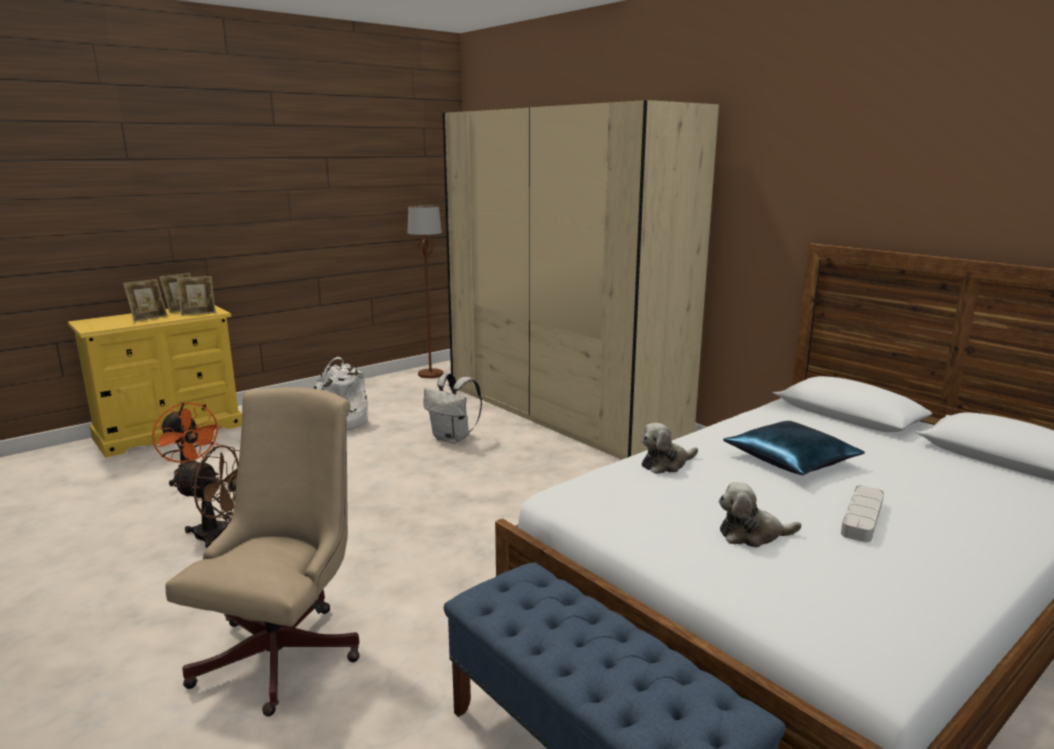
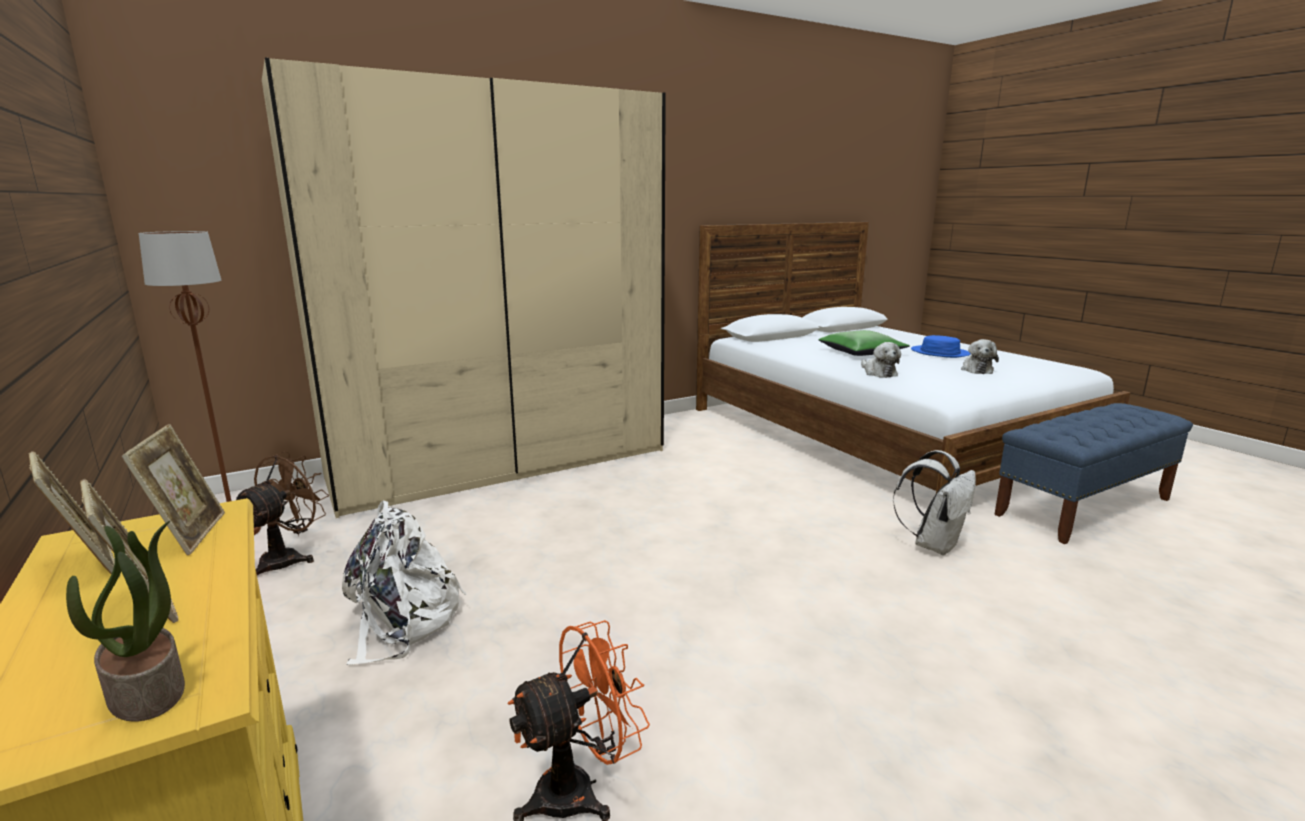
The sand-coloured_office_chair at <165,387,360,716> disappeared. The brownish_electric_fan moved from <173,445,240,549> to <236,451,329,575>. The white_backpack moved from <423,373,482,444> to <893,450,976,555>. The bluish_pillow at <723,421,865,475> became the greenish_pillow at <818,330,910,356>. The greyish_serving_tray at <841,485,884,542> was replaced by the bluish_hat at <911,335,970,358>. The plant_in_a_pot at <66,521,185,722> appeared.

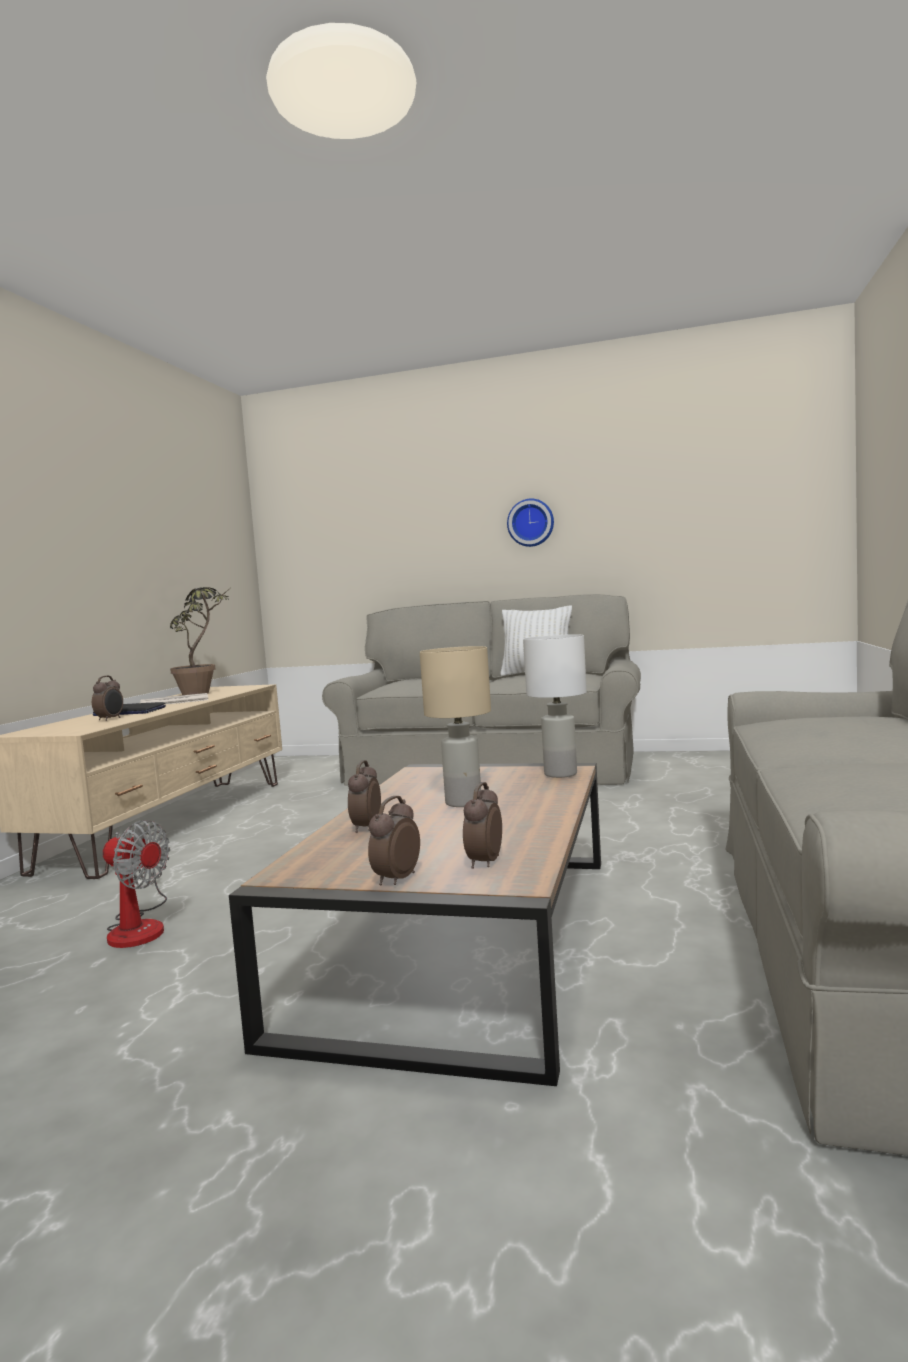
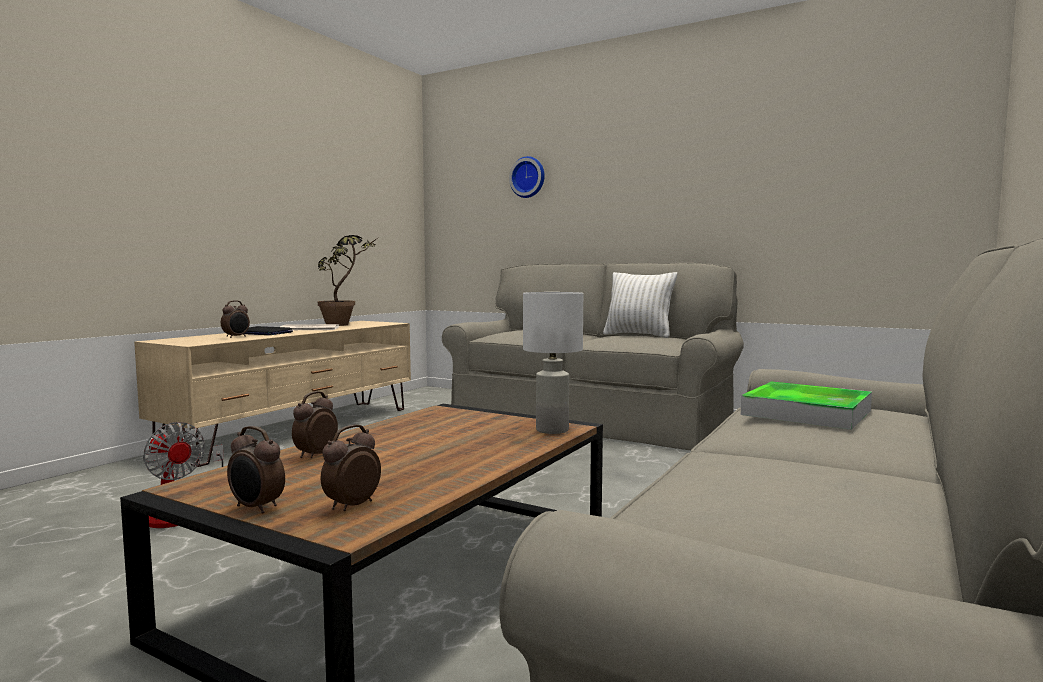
The table_clock at <368,796,420,885> turned 105 degrees counterclockwise. The sand-coloured_tabletop_lamp at <420,646,491,807> disappeared. The hanging_clock moved from <507,499,554,547> to <509,156,545,198>. The serving_tray at <741,382,872,430> appeared.

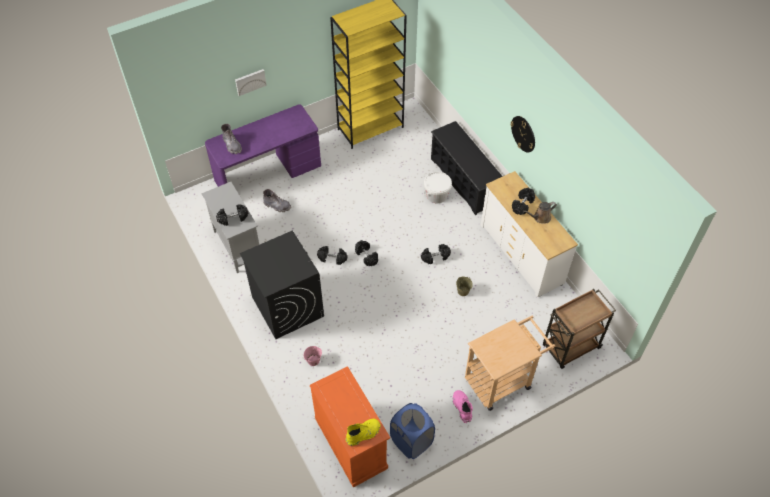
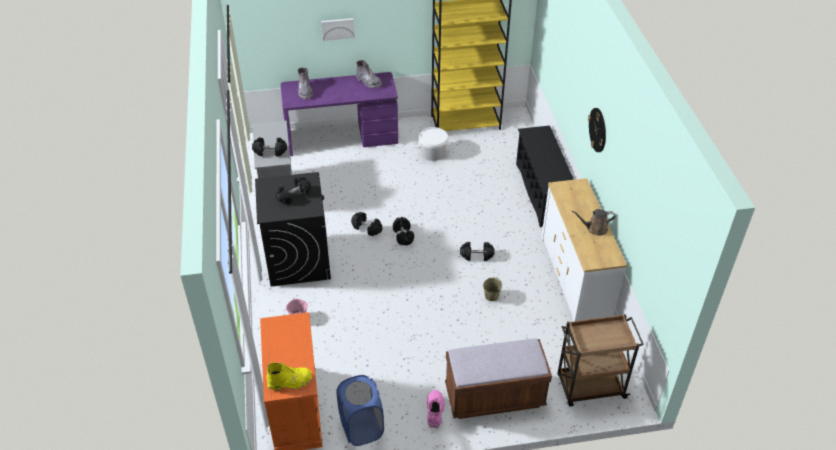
The greyish_high-top_boot moved from <263,189,291,212> to <356,60,382,88>. The white_water_bucket moved from <424,172,452,203> to <417,127,448,161>. The sand-coloured_cart at <465,316,556,411> was replaced by the brownish_indoor_bench at <445,338,552,419>. The blackish_hand_weight moved from <512,188,535,215> to <276,176,311,204>.

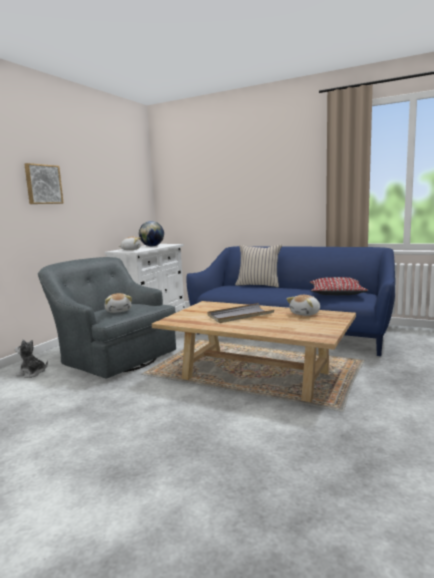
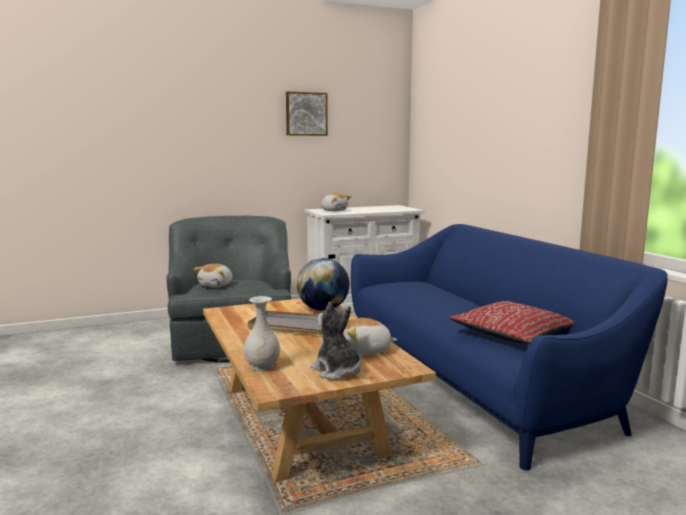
The plush_toy moved from <15,339,48,378> to <310,302,362,380>. The wall_art moved from <24,163,64,204> to <286,91,328,136>. The world_globe moved from <139,221,164,246> to <297,258,349,311>. The sand-coloured_pillow at <235,244,282,287> disappeared. The white_vase at <244,296,280,371> appeared.

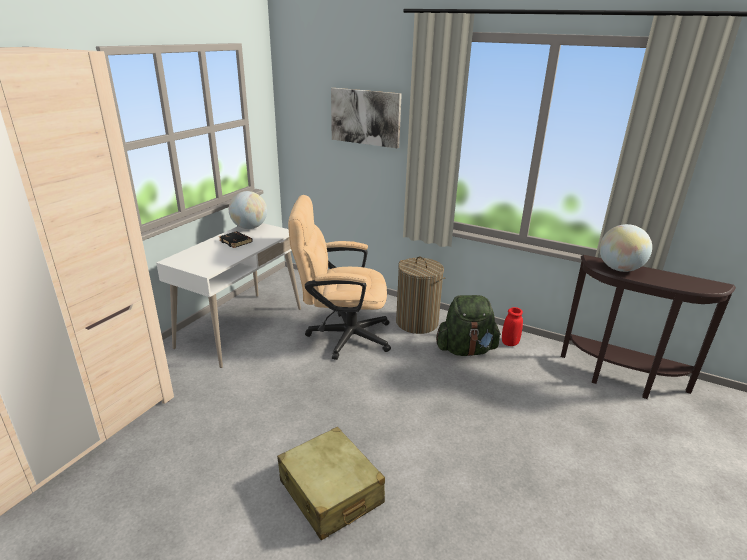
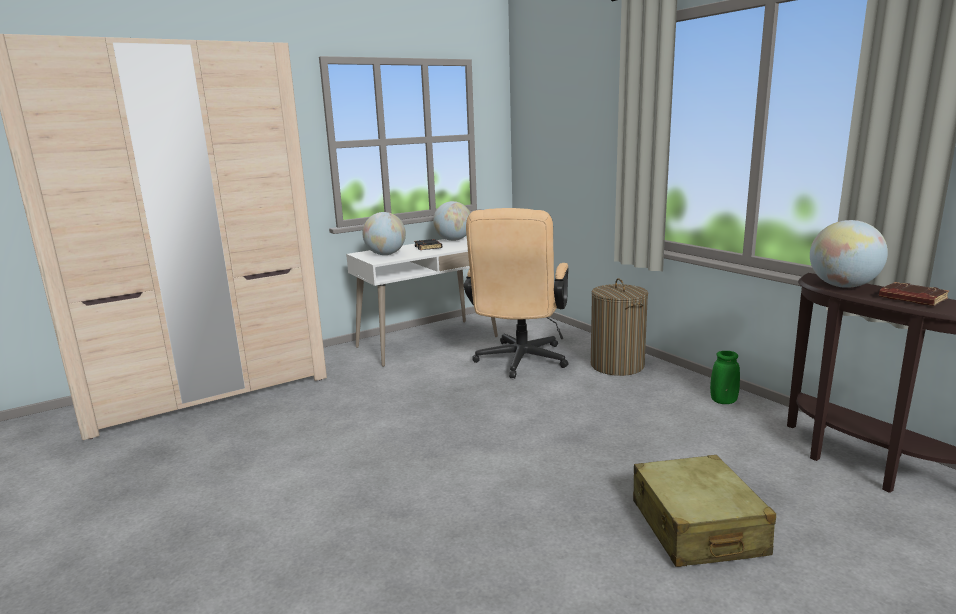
The sand-coloured_suitcase moved from <277,427,385,540> to <633,455,776,567>. The sand-coloured_office_chair at <288,195,391,360> turned 105 degrees counterclockwise. The wall_art at <331,88,402,148> disappeared. The greenish_backpack at <436,295,501,356> disappeared. The reddish_vase at <502,307,523,346> became the greenish_vase at <710,351,740,404>. The world_globe at <362,212,406,255> appeared. The brownish_volume at <879,282,949,306> appeared.

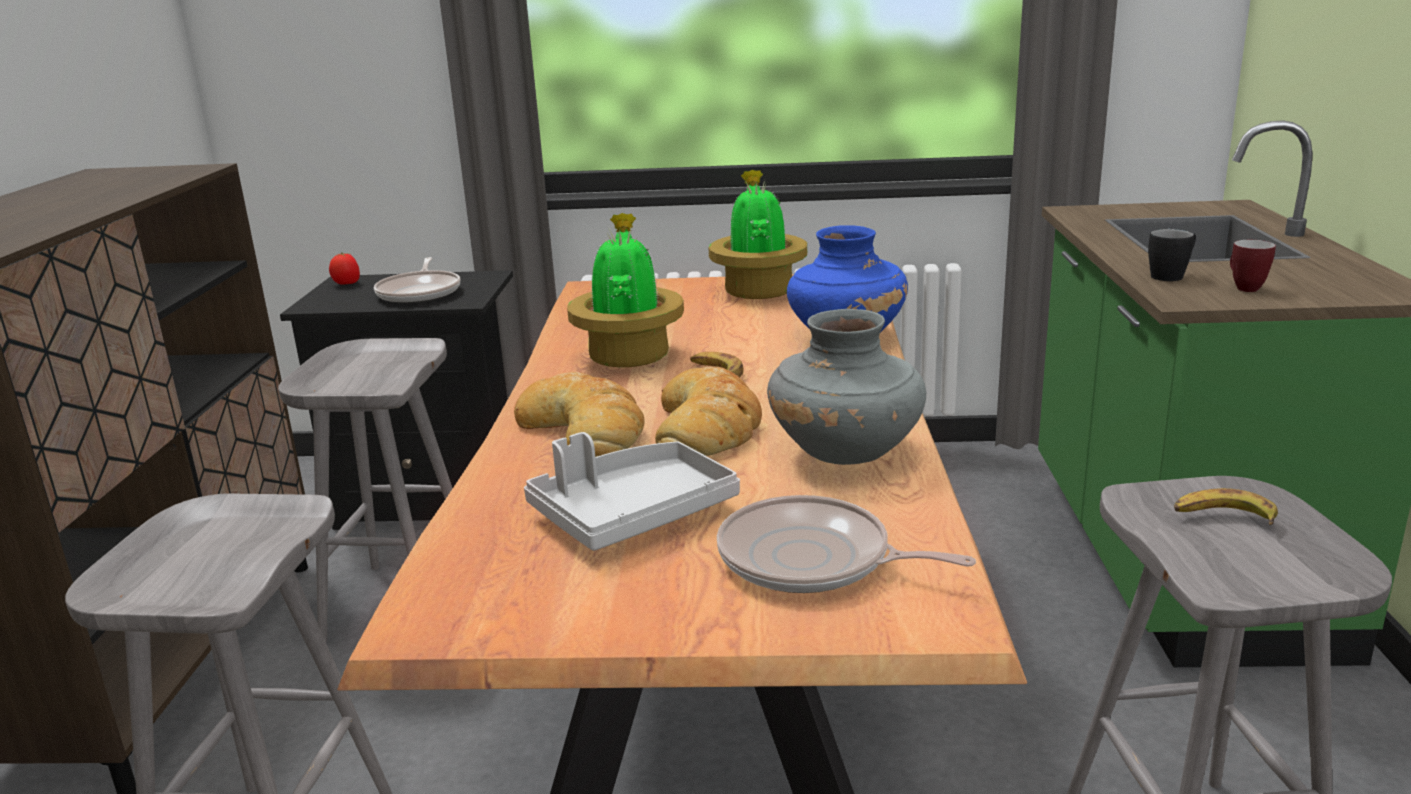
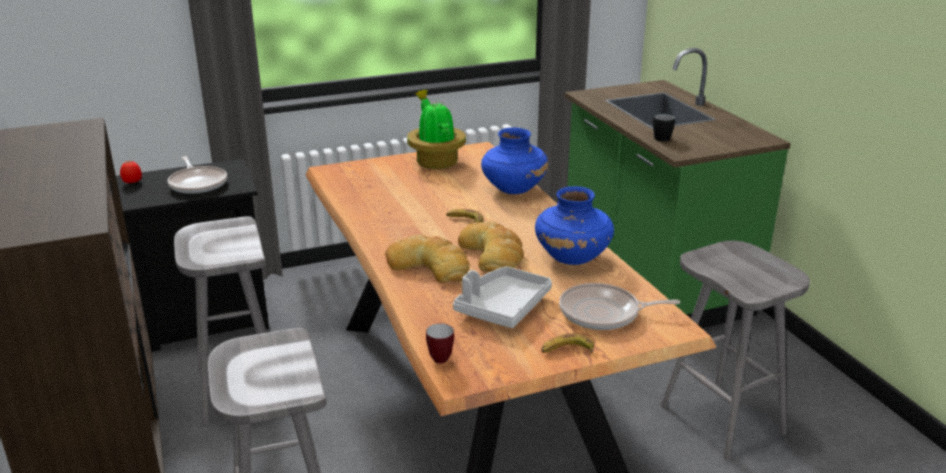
The plant_in_a_pot at <567,213,684,367> disappeared. The greyish_vase at <767,309,926,465> became the bluish_vase at <535,186,614,265>. The whole_banana moved from <1174,488,1278,525> to <541,333,594,353>. The tea_mug moved from <1230,240,1276,292> to <426,323,454,364>.

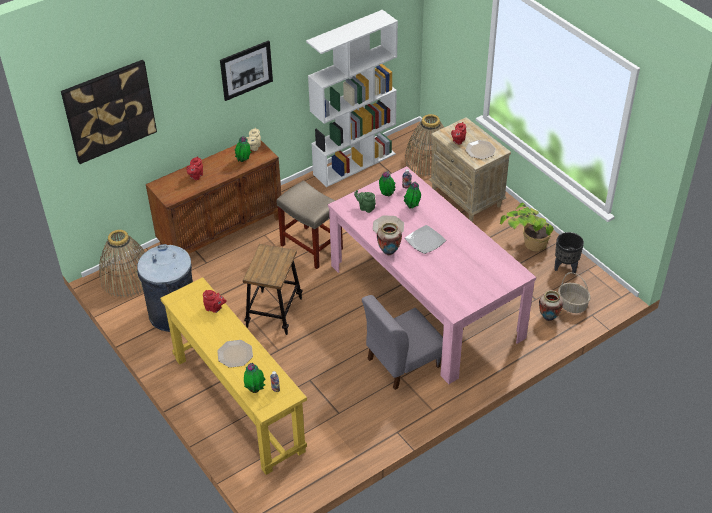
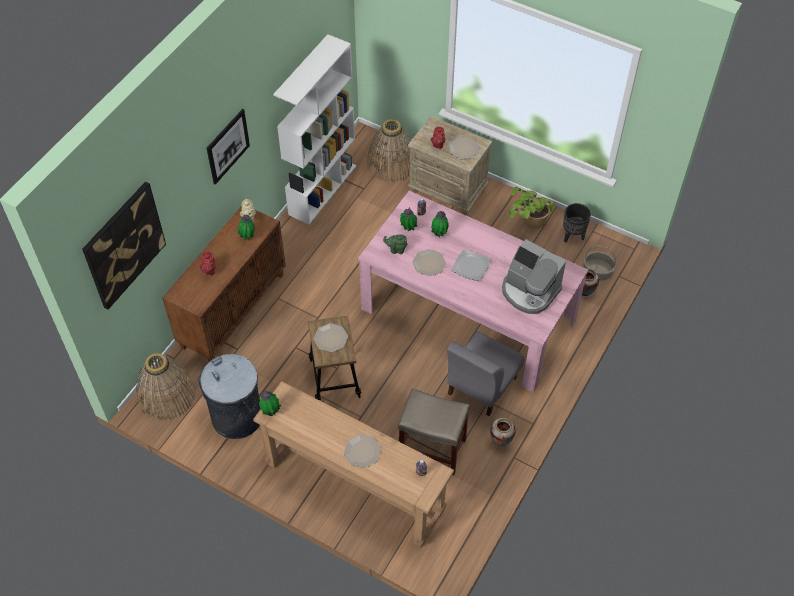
The yellow-coloured_hall_table at <160,277,307,475> became the brownish_hall_table at <253,381,454,548>. The reddish_teapot at <203,290,227,313> disappeared. The plant_in_a_pot moved from <244,363,265,393> to <259,391,281,416>. The sand-coloured_sitting_stool moved from <276,180,343,269> to <398,388,470,475>. The vase moved from <377,222,402,256> to <490,418,516,446>. The plate at <314,323,348,352> appeared. The coffee_machine at <502,239,566,314> appeared.

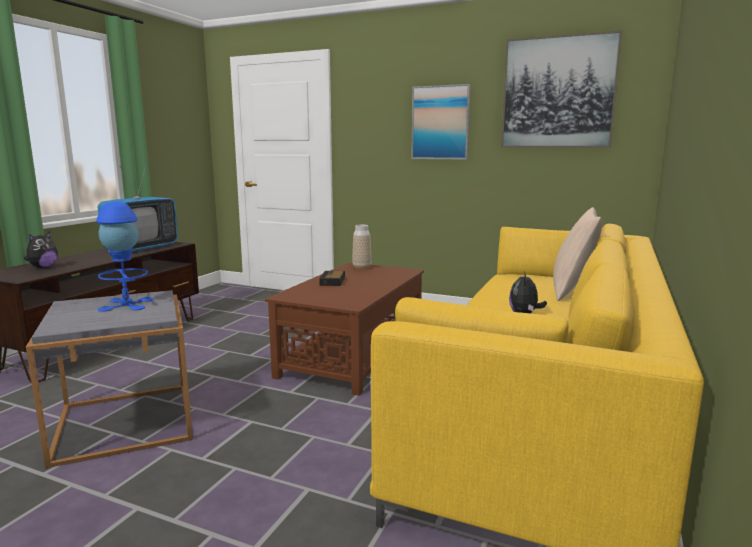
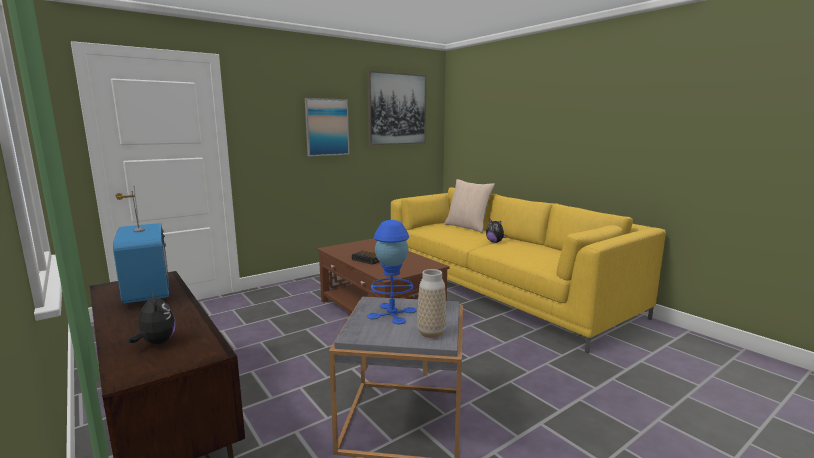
The vase moved from <352,225,372,270> to <417,269,446,338>.

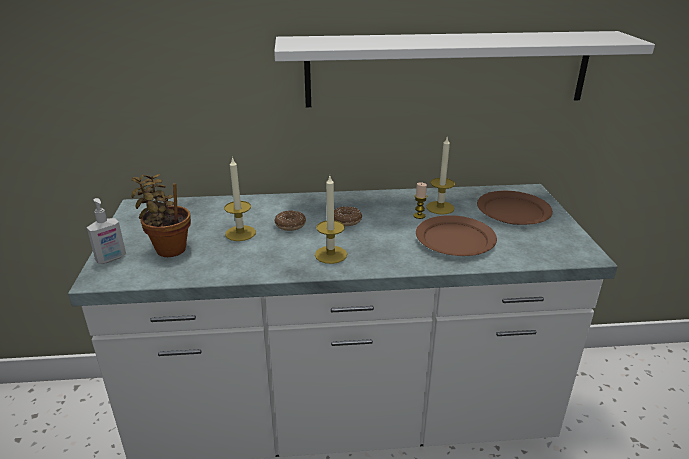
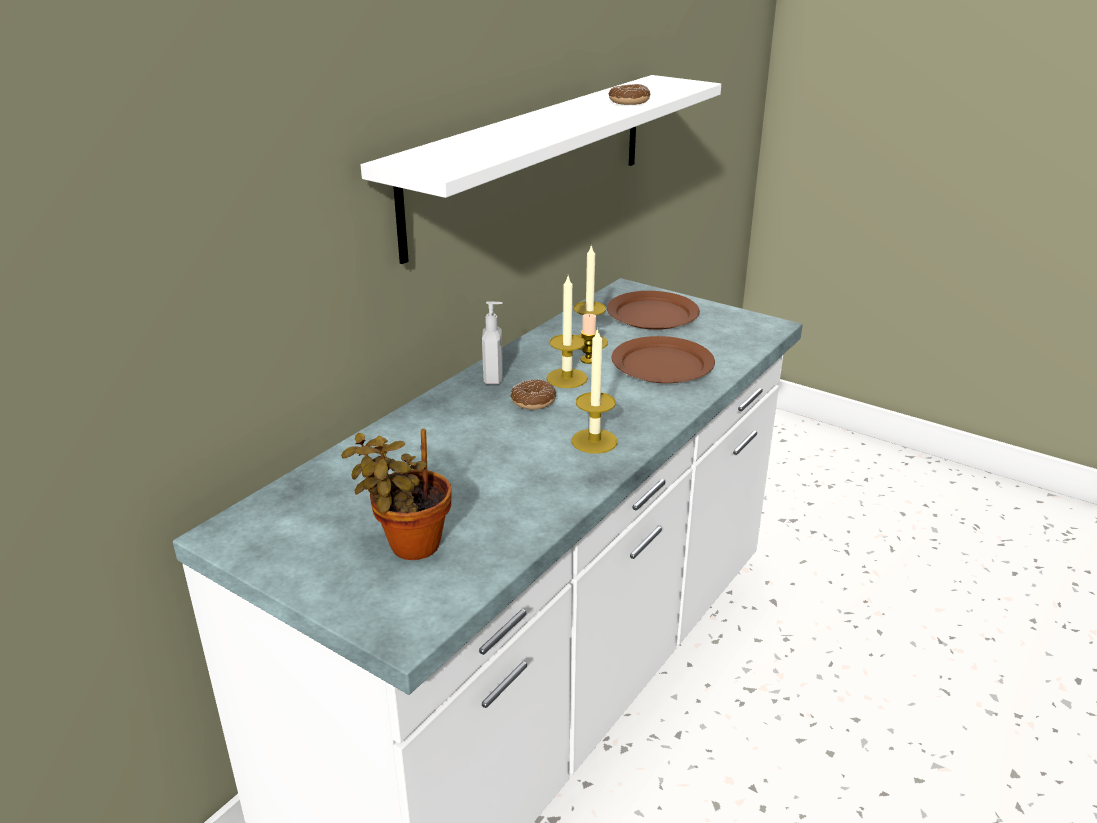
The soap_dispenser moved from <87,198,126,264> to <482,301,503,384>. The wax_candle moved from <224,157,256,241> to <546,276,588,388>. The doughnut moved from <275,210,306,231> to <609,84,650,105>.

